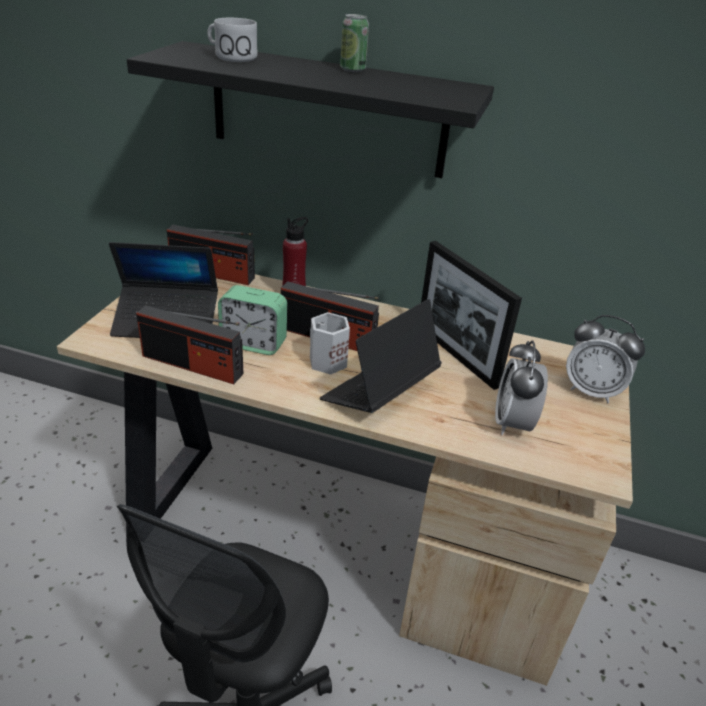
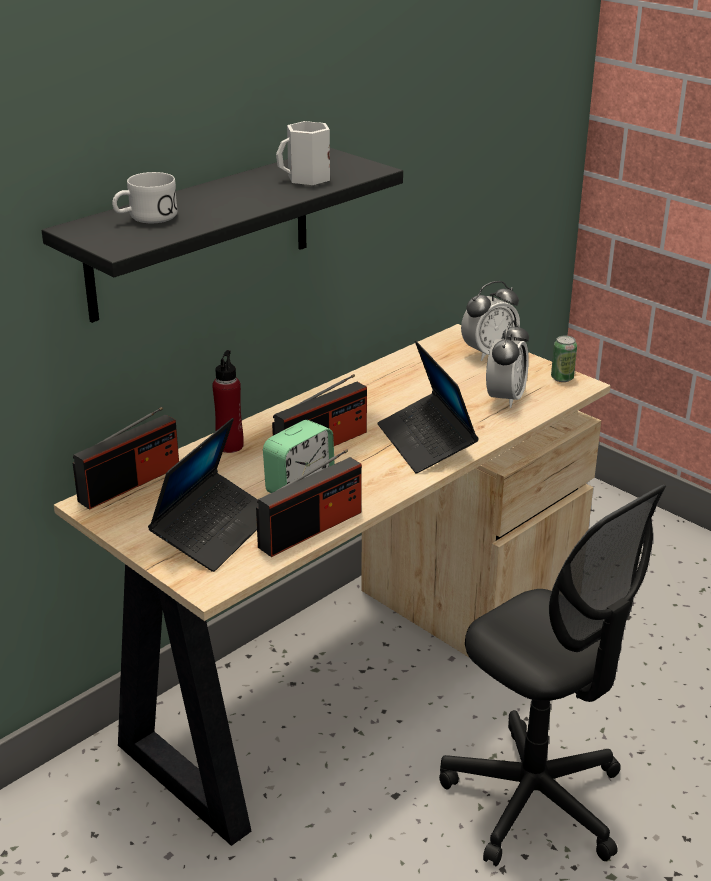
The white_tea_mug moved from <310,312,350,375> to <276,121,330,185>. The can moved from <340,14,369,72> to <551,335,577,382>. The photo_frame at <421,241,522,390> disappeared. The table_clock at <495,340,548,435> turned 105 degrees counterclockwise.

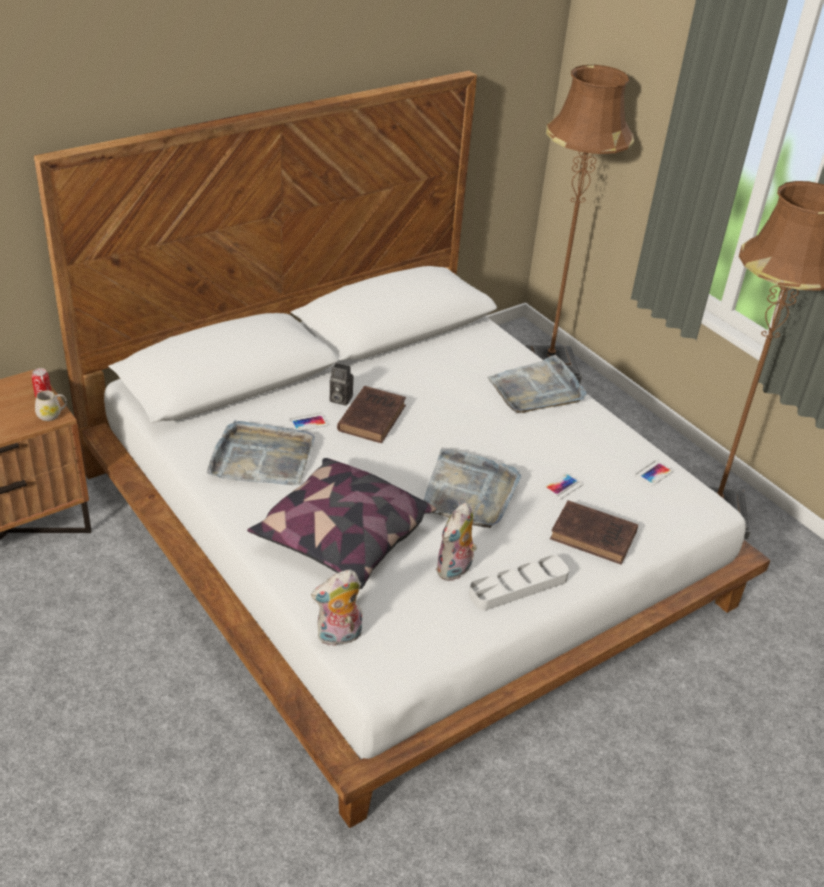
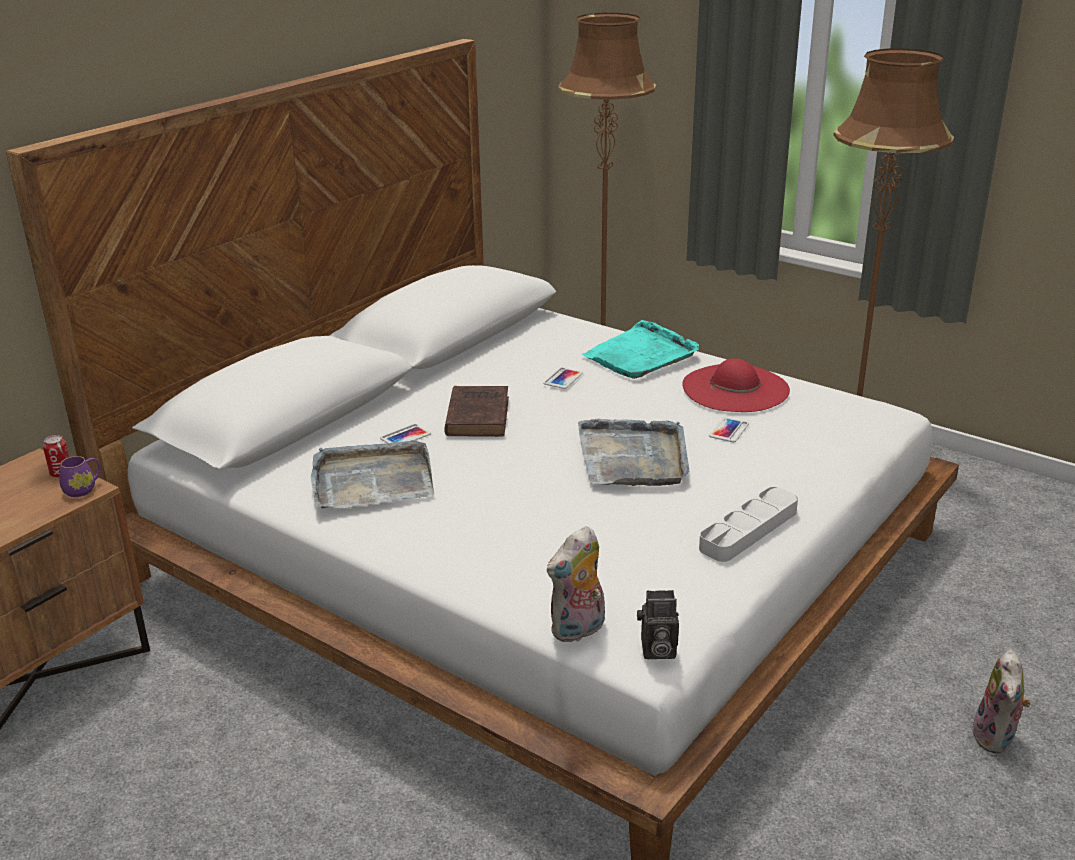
The white_tea_mug at <35,390,67,421> became the purple-coloured_tea_mug at <59,456,101,497>. The pillow at <247,458,437,589> disappeared. The still_camera moved from <330,363,354,406> to <637,590,679,659>. The plush_toy moved from <435,503,477,581> to <971,649,1031,754>. The greyish_serving_tray at <487,355,587,413> became the turquoise-coloured_serving_tray at <581,320,699,379>. The brownish_volume at <550,500,638,565> disappeared. The handset moved from <634,460,673,486> to <543,367,583,389>. The reddish_hat at <682,358,790,412> appeared.

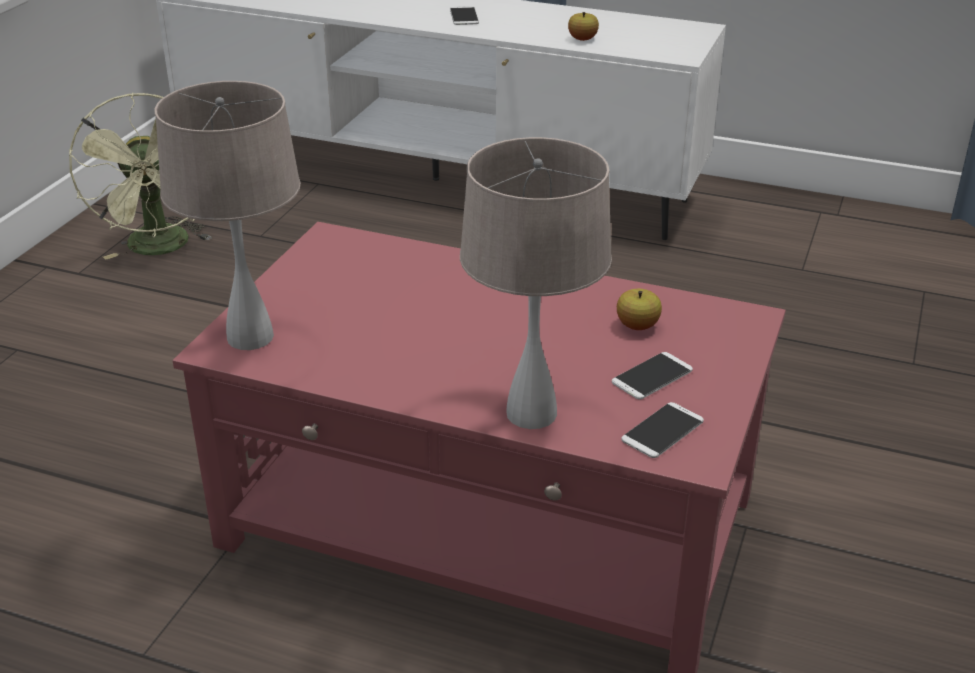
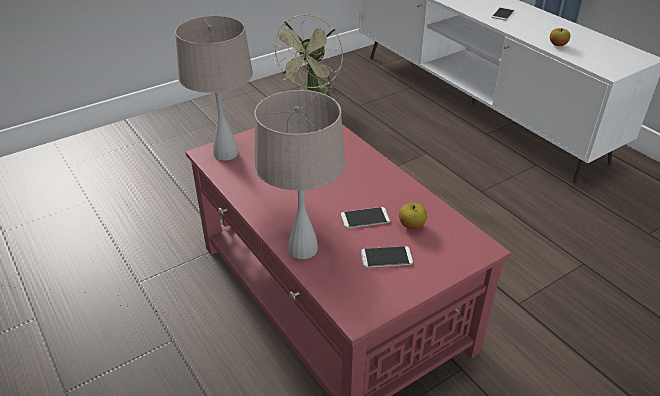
The handset moved from <621,402,704,458> to <341,207,390,228>.

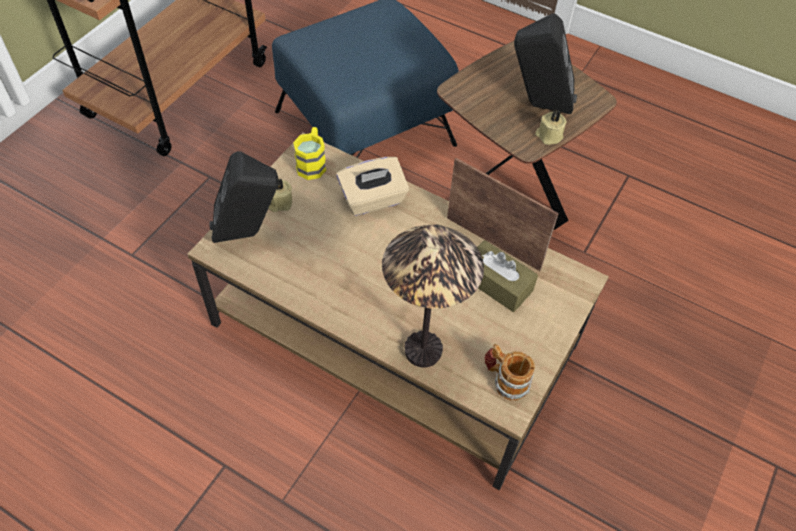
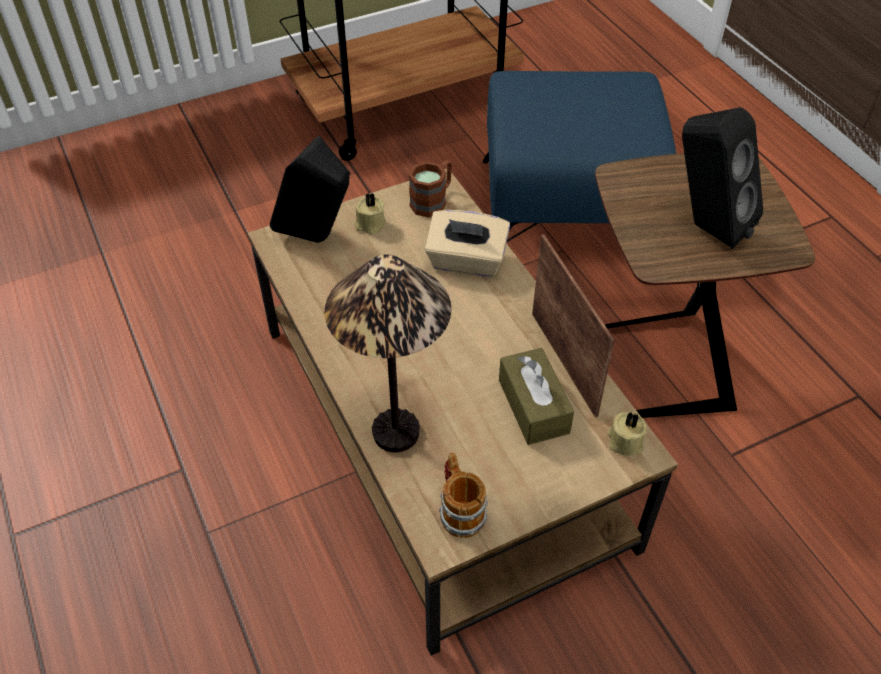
The yellow-coloured_tea_mug at <293,127,326,180> became the brownish_tea_mug at <409,160,452,218>. The sand-coloured_wax_candle moved from <535,110,567,145> to <608,412,646,456>.

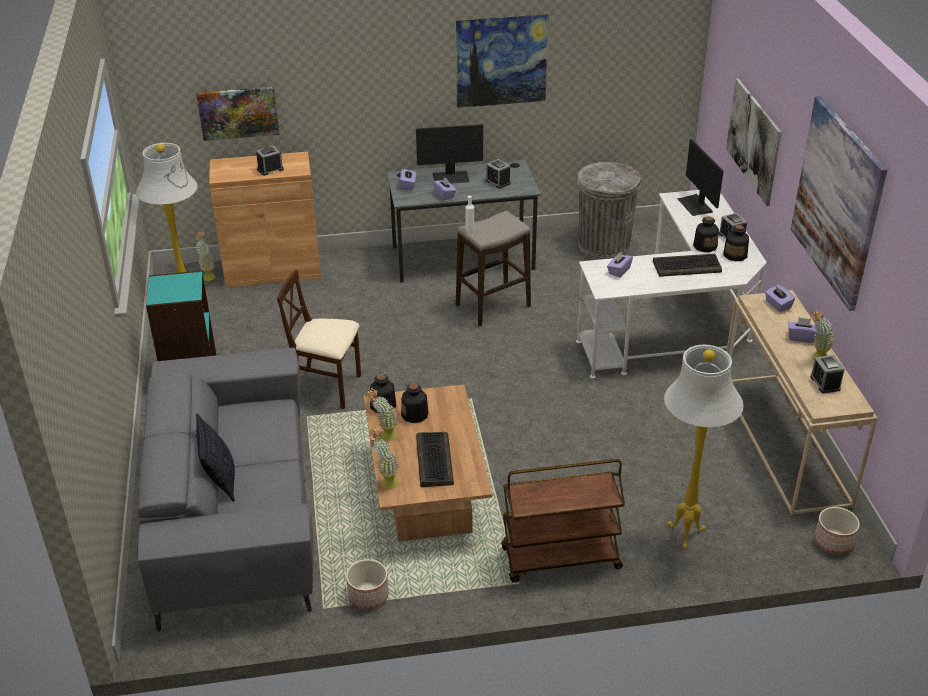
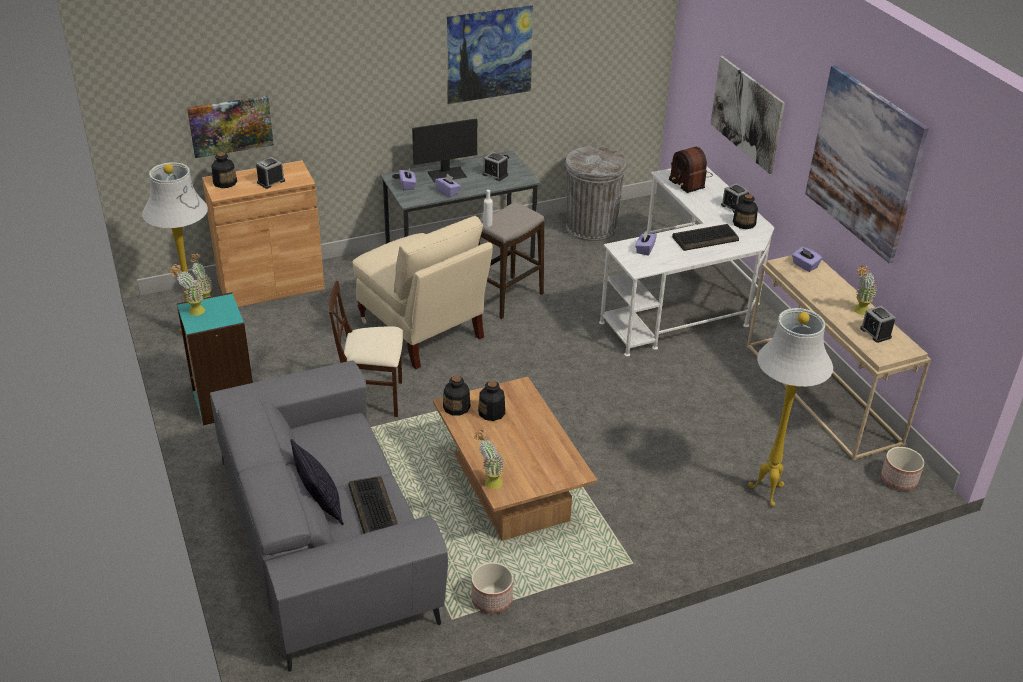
The plant_in_a_pot moved from <366,388,398,441> to <169,264,205,316>. The computer_keyboard moved from <416,432,454,487> to <348,476,398,534>. The brownish_cart at <501,459,625,583> disappeared. The computer_screen at <677,139,723,216> was replaced by the radio_set at <669,147,713,193>. The beverage_bottle moved from <693,216,719,252> to <211,152,237,188>. The purple-coloured_tissue_holder at <788,317,818,343> disappeared. The sand-coloured_upright_chair at <352,216,493,369> appeared.

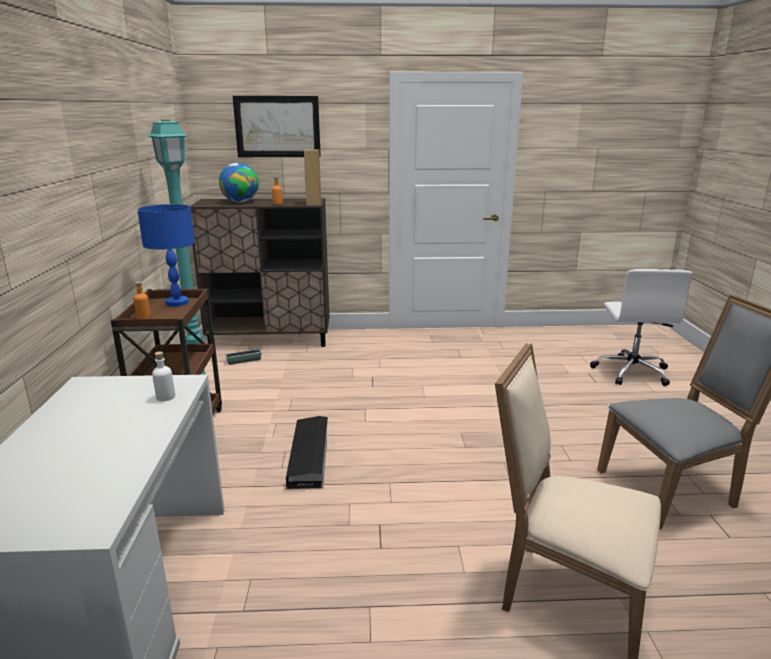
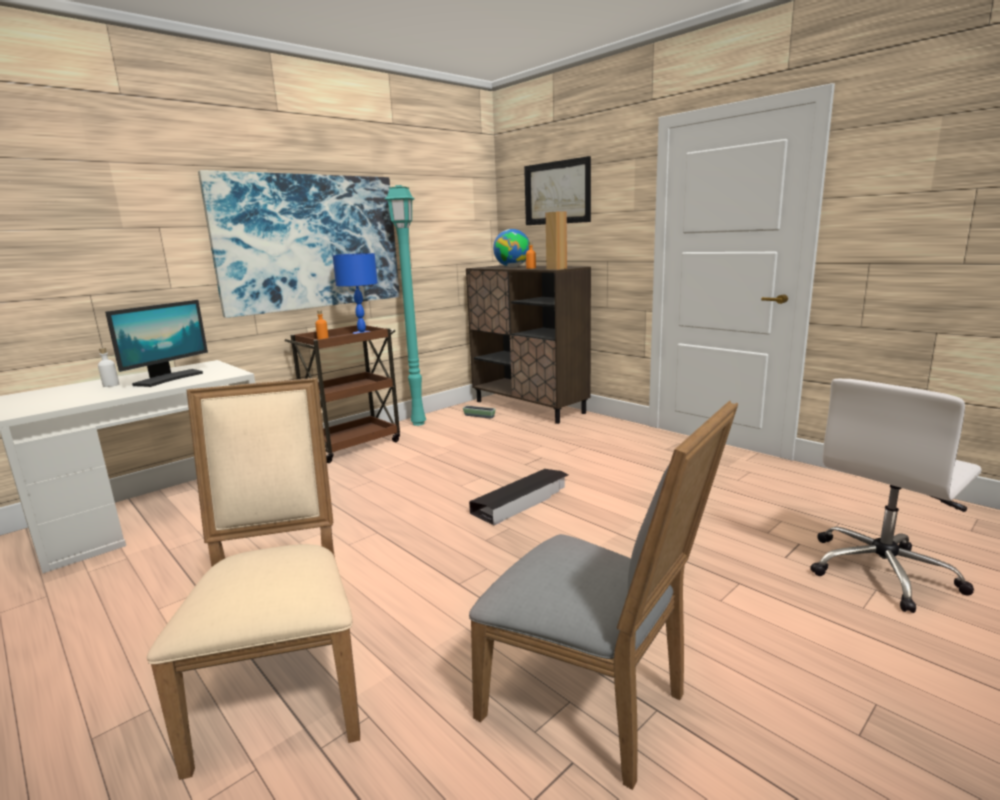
The white_beverage_bottle moved from <152,351,175,401> to <98,348,119,387>. The blackish_storage_container moved from <286,416,328,489> to <469,469,568,526>. The computer_screen at <105,300,208,387> appeared. The wall_art at <198,170,400,318> appeared.

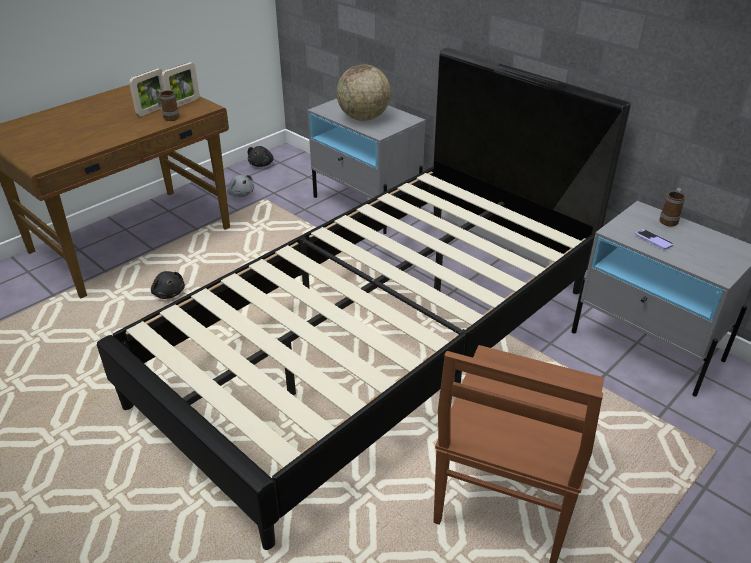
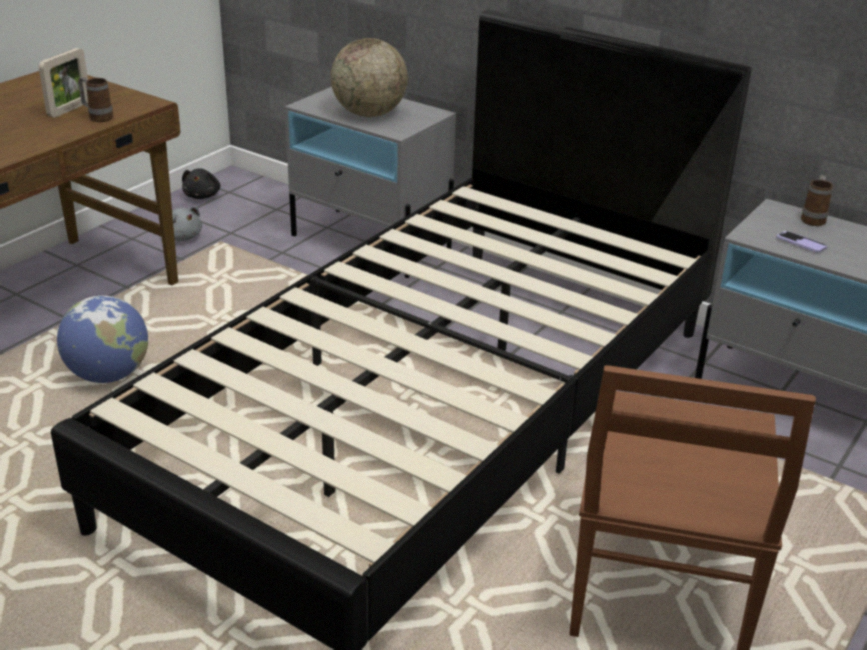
The blackish_plush_toy at <151,271,185,299> was replaced by the world_globe at <57,296,148,383>. The photo_frame at <161,62,200,107> disappeared.

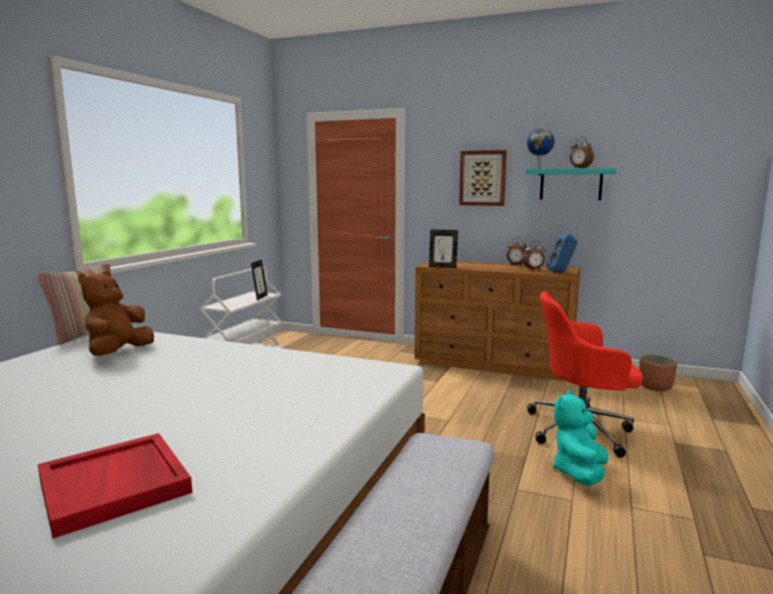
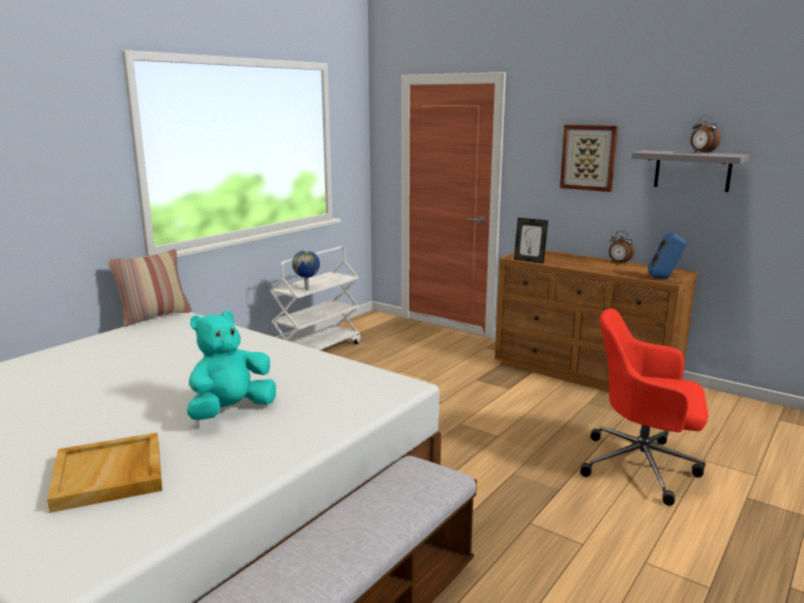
The reddish_serving_tray at <38,433,192,538> became the sand-coloured_serving_tray at <47,433,162,513>. The brownish_plush_toy at <78,271,154,356> disappeared. The photo_frame at <251,260,268,300> disappeared. The table_clock at <522,241,545,270> disappeared. The turquoise-coloured_shelf at <526,168,617,200> became the greyish_shelf at <631,150,750,192>. The world_globe moved from <527,128,554,169> to <292,250,320,290>. The turquoise-coloured_plush_toy moved from <553,390,609,486> to <187,311,276,420>. The planter at <639,354,677,391> disappeared.

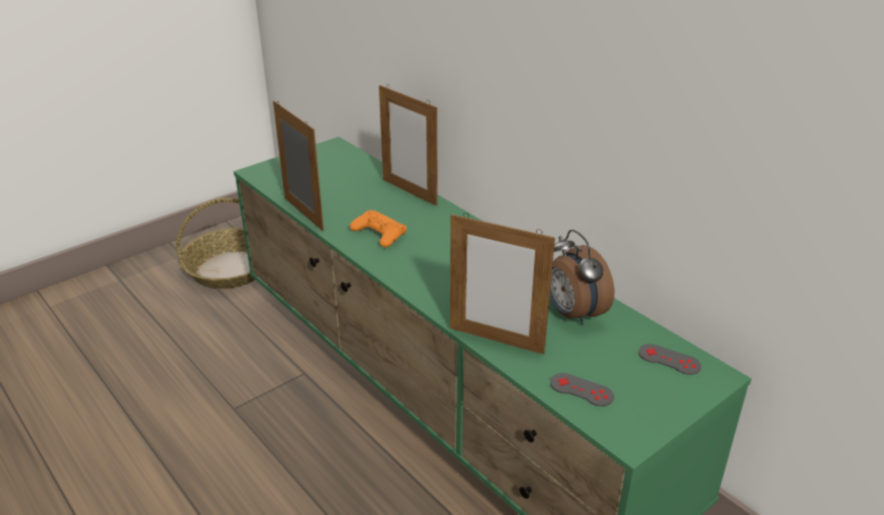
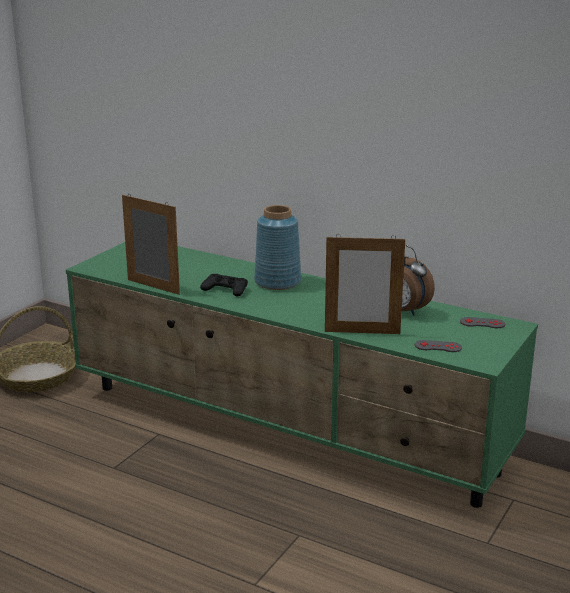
The orangey_game_controller at <350,210,407,247> became the blackish_game_controller at <200,274,248,296>. The photo_frame at <379,84,438,206> disappeared. The bluish_vase at <254,205,301,290> appeared.

